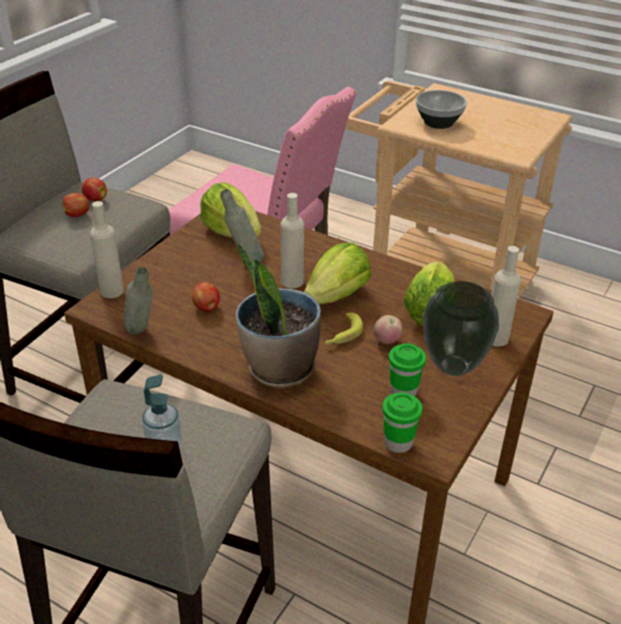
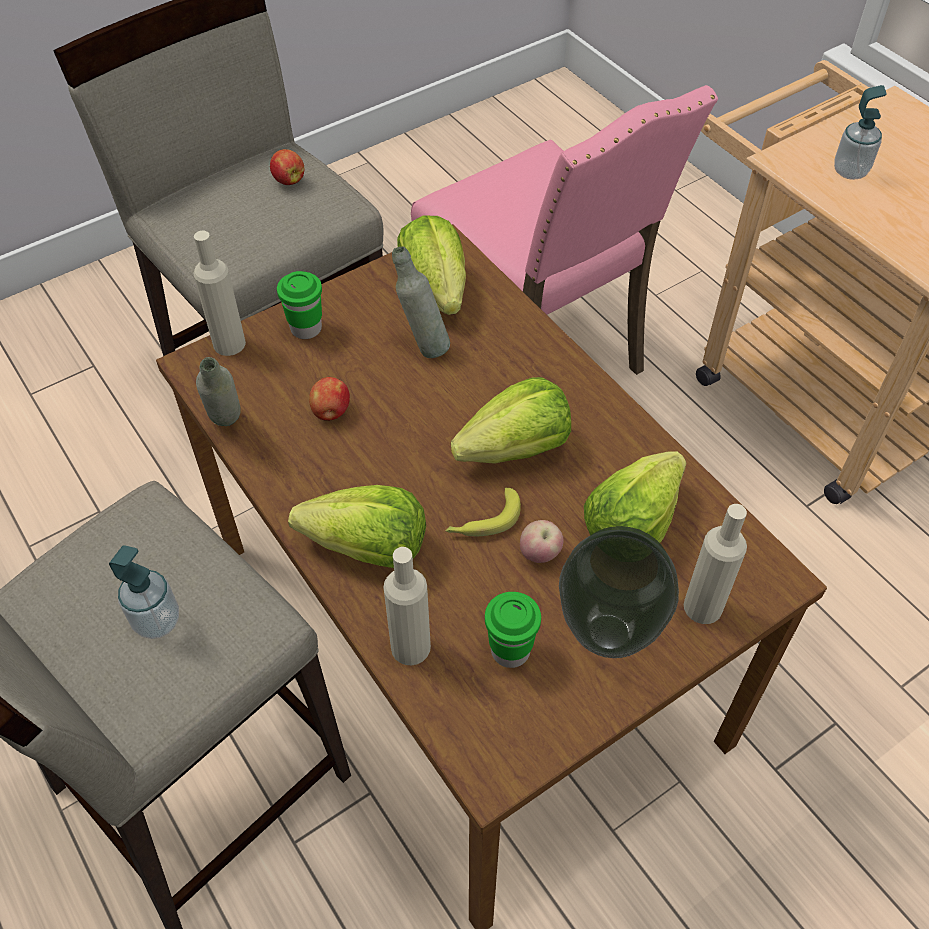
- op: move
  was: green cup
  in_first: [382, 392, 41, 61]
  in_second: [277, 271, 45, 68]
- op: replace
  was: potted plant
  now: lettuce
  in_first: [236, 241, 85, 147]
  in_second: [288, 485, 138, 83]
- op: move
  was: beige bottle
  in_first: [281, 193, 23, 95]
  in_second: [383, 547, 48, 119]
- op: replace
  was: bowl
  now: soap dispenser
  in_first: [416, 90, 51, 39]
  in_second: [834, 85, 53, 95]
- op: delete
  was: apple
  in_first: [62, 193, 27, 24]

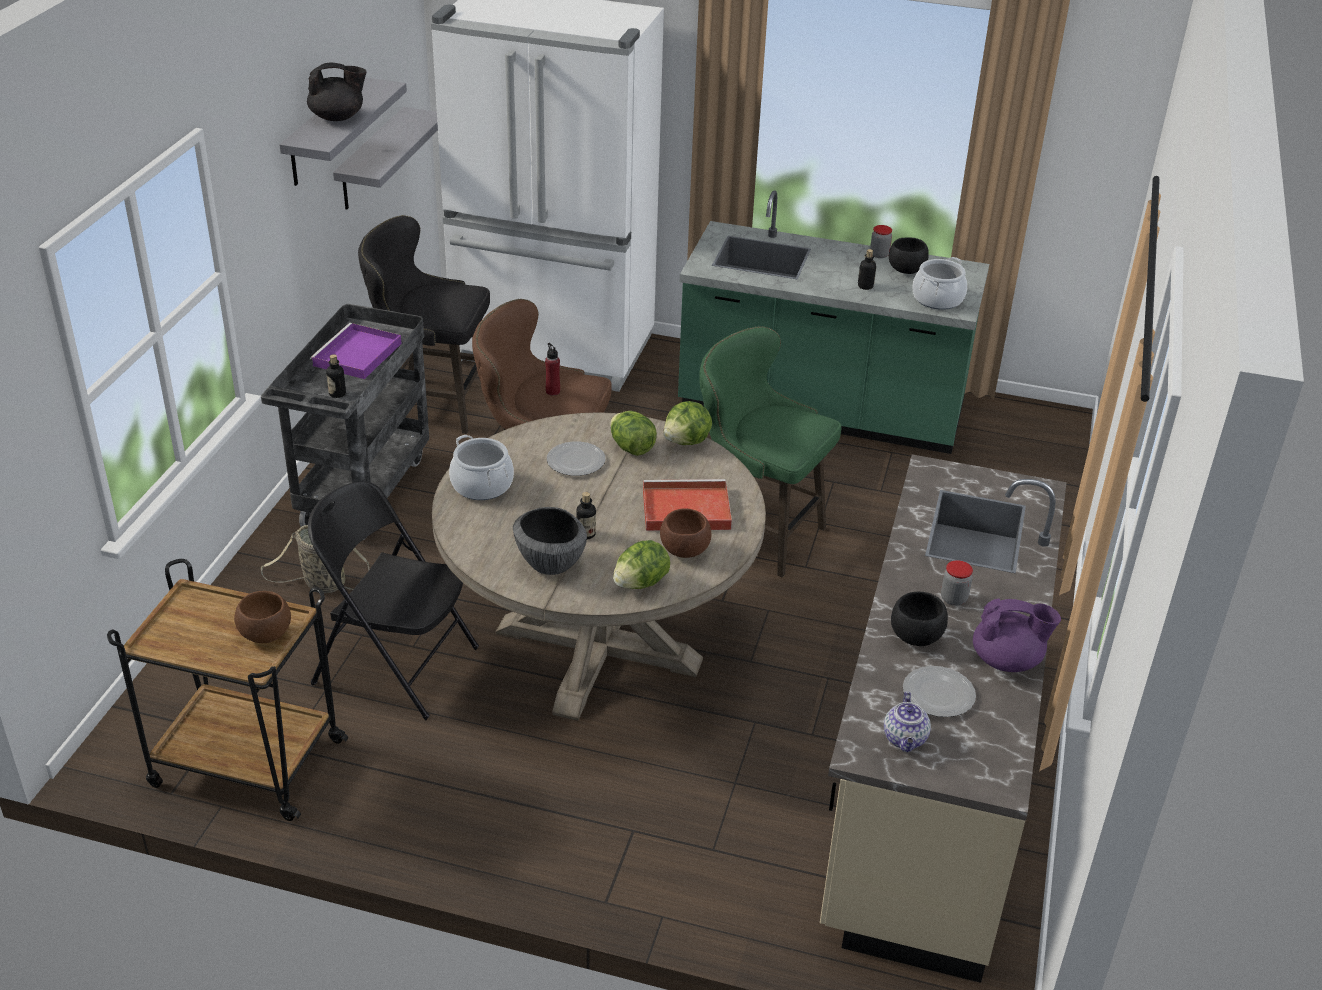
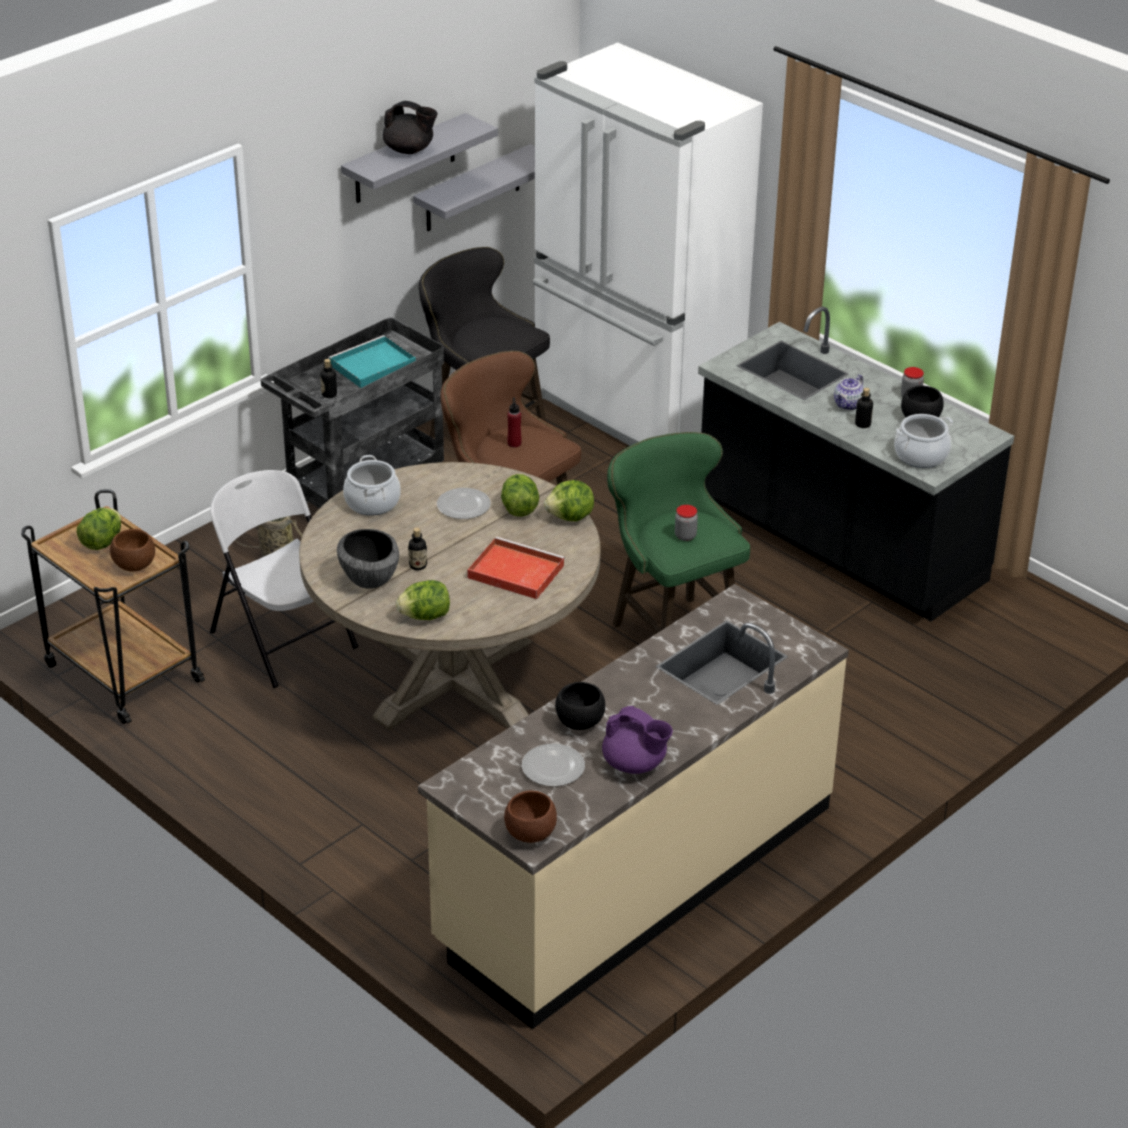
- op: insert
  now: lettuce
  in_second: [77, 508, 44, 42]
- op: recolor
  was: black chair
  now: white chair
  in_first: [308, 482, 171, 238]
  in_second: [210, 470, 149, 218]
- op: recolor
  was: purple tray
  now: turquoise tray
  in_first: [310, 323, 92, 56]
  in_second: [328, 335, 88, 53]
- op: move
  was: brown bowl
  in_first: [660, 508, 51, 50]
  in_second: [504, 790, 53, 53]
- op: move
  was: jar
  in_first: [941, 560, 32, 46]
  in_second: [675, 505, 23, 36]
- op: recolor
  was: green counter
  now: black counter
  in_first: [678, 191, 311, 263]
  in_second: [698, 306, 316, 315]
- op: move
  was: teapot
  in_first: [884, 692, 47, 60]
  in_second: [834, 375, 30, 35]

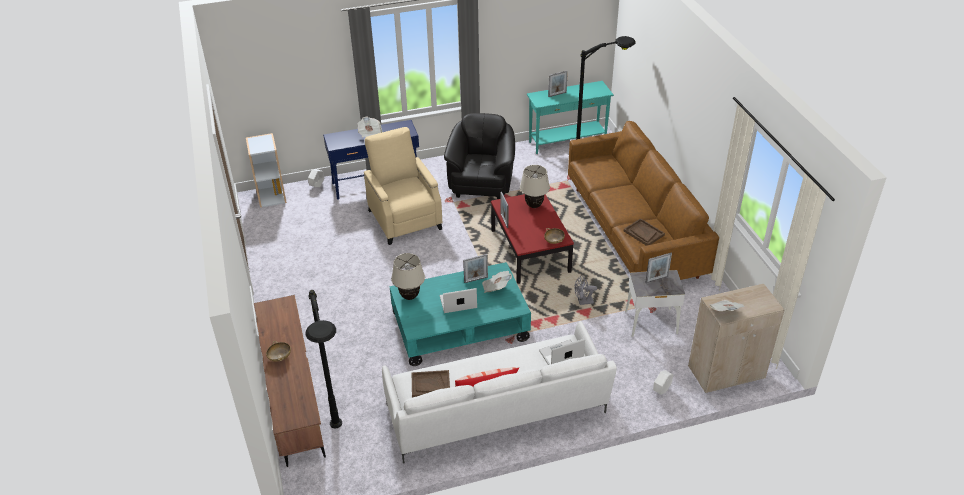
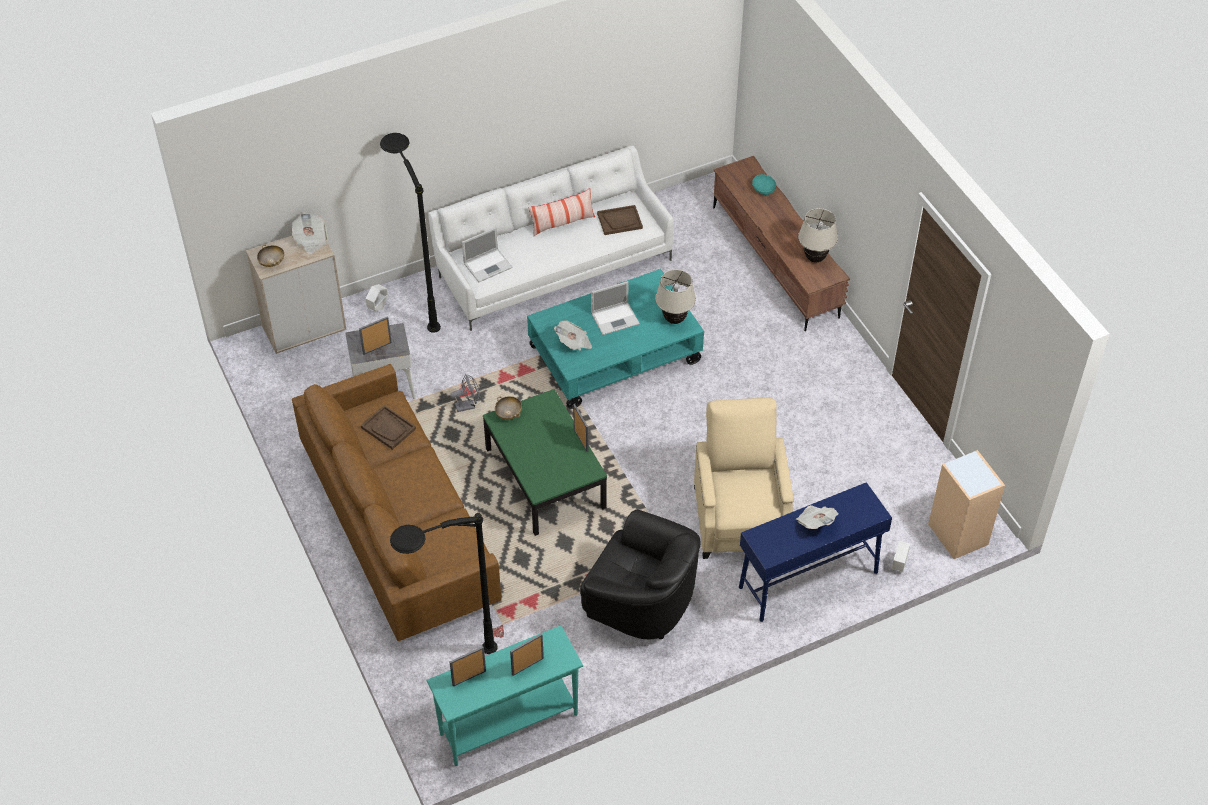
- op: move
  was: beige bowl
  in_first: [266, 341, 25, 21]
  in_second: [257, 245, 27, 22]
- op: move
  was: black floor lamp
  in_first: [305, 290, 37, 138]
  in_second: [380, 133, 61, 200]
- op: move
  was: picture frame
  in_first: [463, 254, 25, 29]
  in_second: [449, 646, 37, 41]
- op: recolor
  was: red coffee table
  now: green coffee table
  in_first: [491, 194, 83, 90]
  in_second: [483, 389, 124, 147]
- op: rotate
  was: black armchair
  in_first: [444, 113, 71, 86]
  in_second: [580, 510, 120, 130]
  clockwise: -60
- op: rotate
  was: beige armchair
  in_first: [364, 127, 78, 118]
  in_second: [694, 398, 99, 161]
  clockwise: -150
- op: insert
  now: turquoise bowl
  in_second: [752, 174, 24, 21]
- op: move
  was: beige table lamp
  in_first: [520, 165, 30, 43]
  in_second: [798, 208, 40, 55]

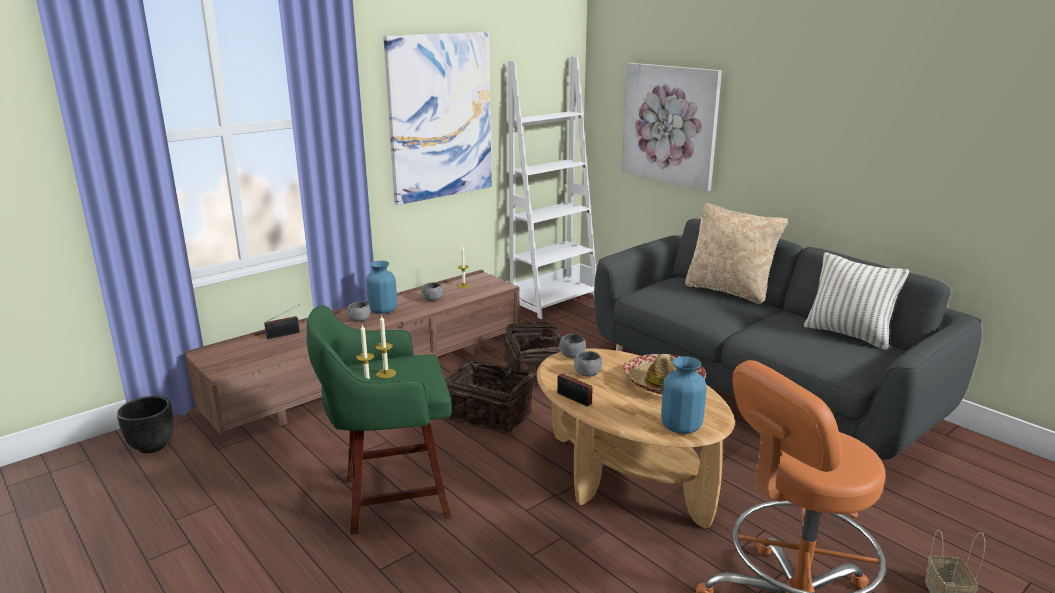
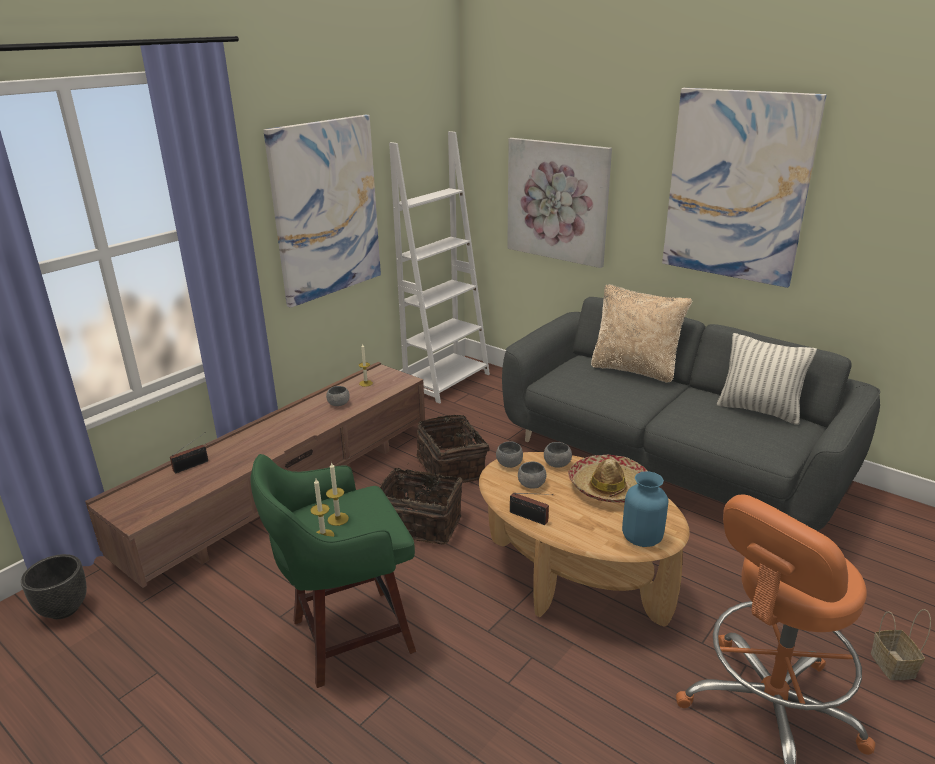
- op: move
  was: grey bowl
  in_first: [347, 302, 24, 20]
  in_second: [544, 442, 28, 26]
- op: insert
  now: picture
  in_second: [662, 88, 165, 200]
- op: delete
  was: blue vase
  in_first: [366, 261, 31, 53]

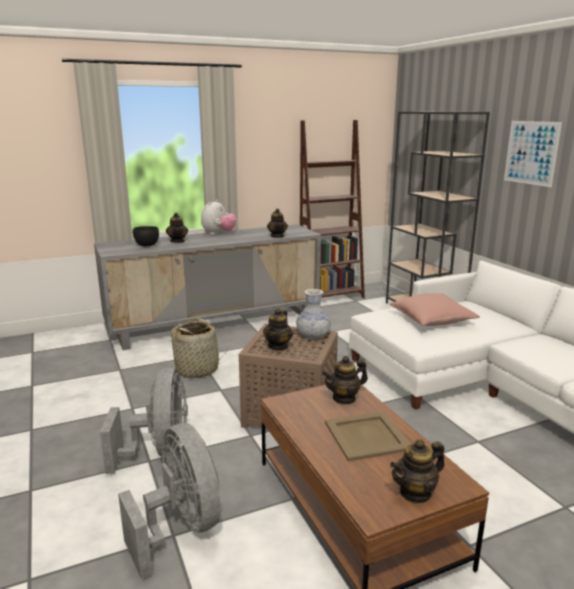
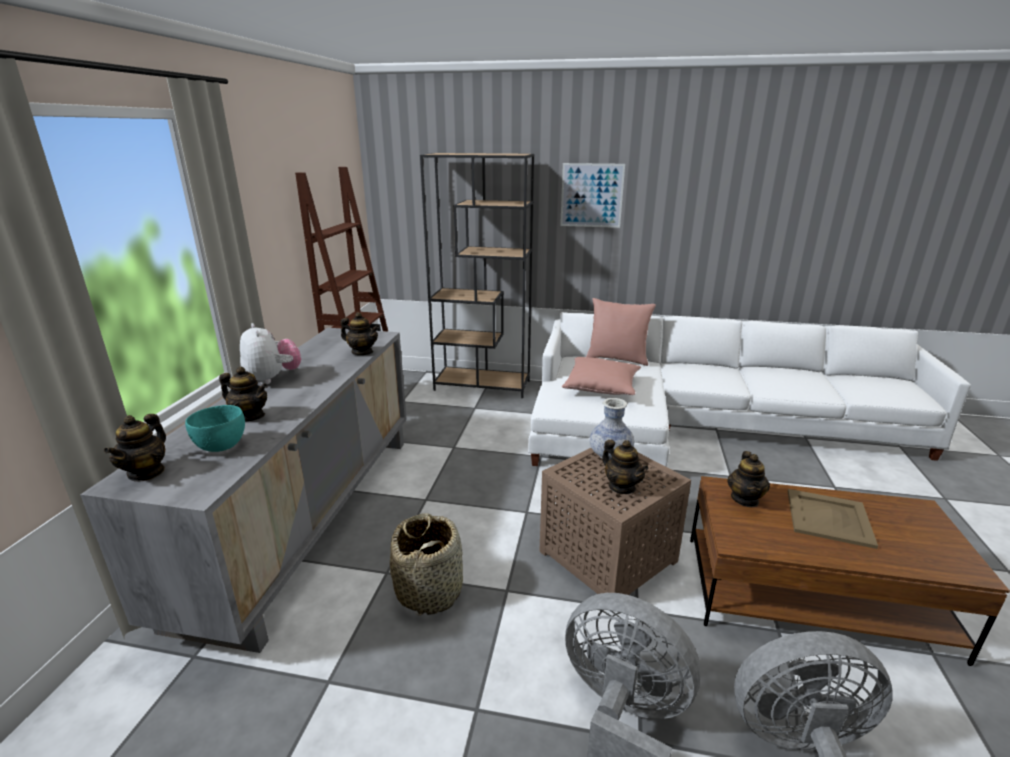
- op: move
  was: teapot
  in_first: [390, 439, 54, 65]
  in_second: [104, 414, 62, 68]
- op: recolor
  was: black bowl
  now: turquoise bowl
  in_first: [133, 226, 26, 20]
  in_second: [185, 405, 60, 47]
- op: insert
  now: pink pillow
  in_second: [586, 298, 70, 68]

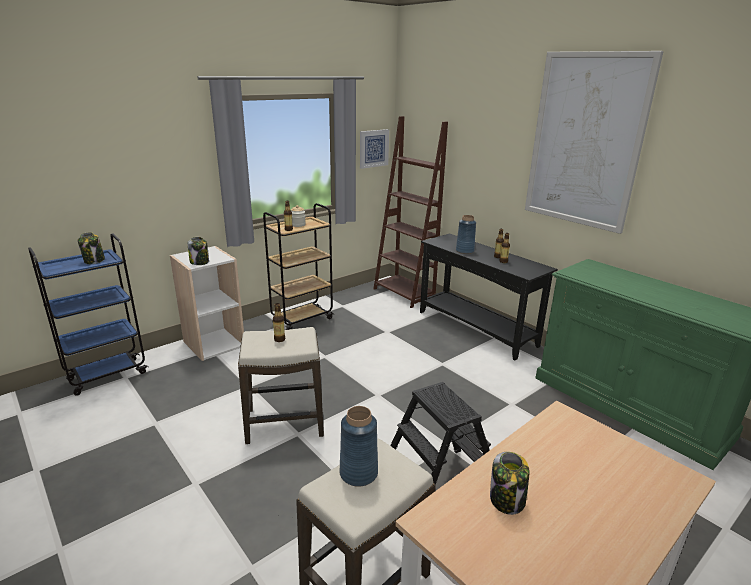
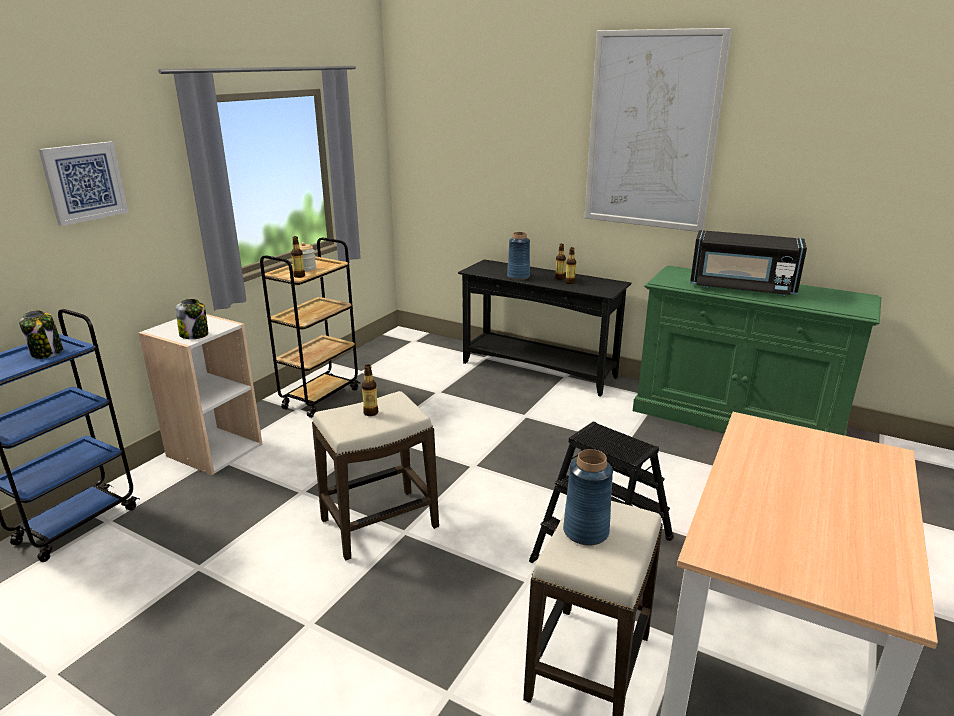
- op: move
  was: picture
  in_first: [360, 129, 29, 40]
  in_second: [39, 141, 89, 85]
- op: insert
  now: black microwave
  in_second: [690, 230, 117, 66]
- op: delete
  was: brown bookcase
  in_first: [374, 116, 74, 192]
- op: delete
  was: jar
  in_first: [490, 452, 39, 63]

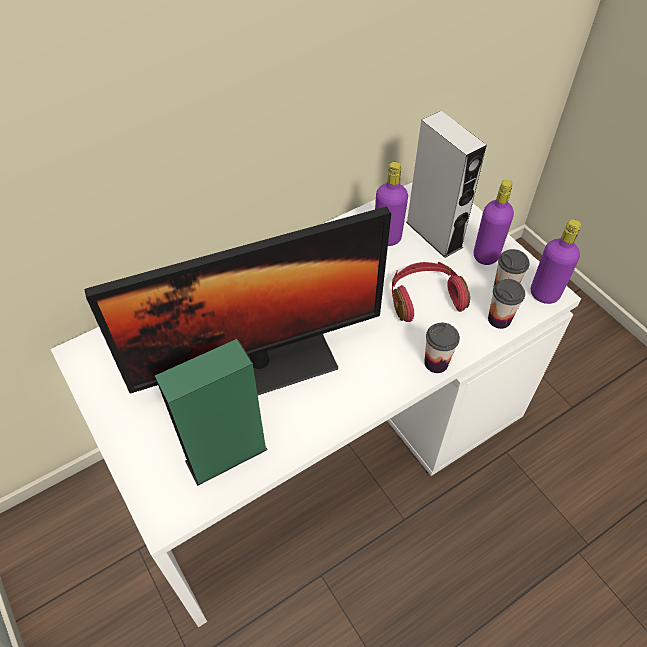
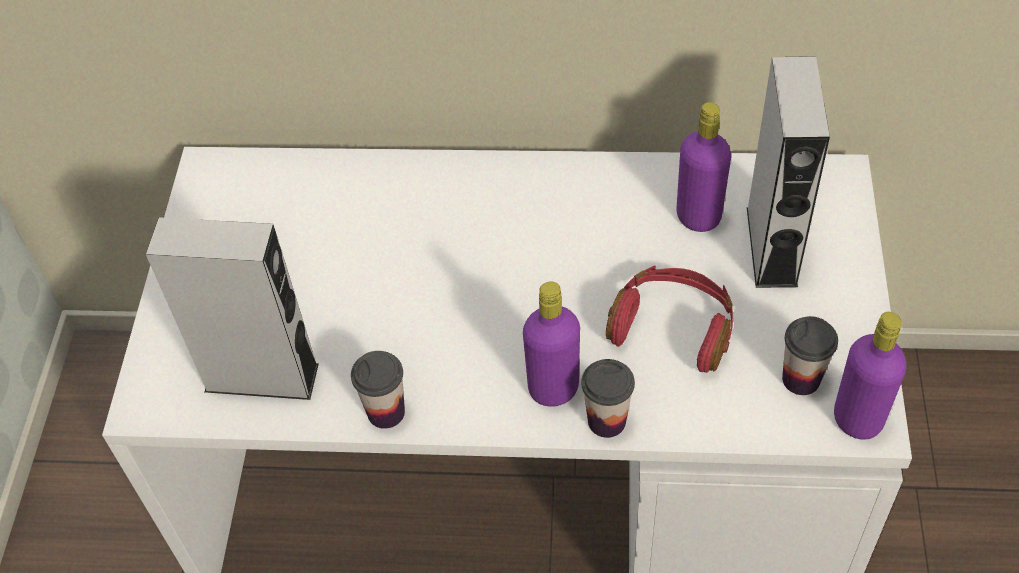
- op: recolor
  was: green speaker
  now: grey speaker
  in_first: [155, 339, 113, 147]
  in_second: [146, 217, 173, 183]
- op: move
  was: cup
  in_first: [488, 279, 37, 50]
  in_second: [351, 351, 54, 78]
- op: move
  was: purple bottle
  in_first: [474, 180, 40, 85]
  in_second: [523, 282, 57, 125]
- op: delete
  was: monitor
  in_first: [85, 207, 306, 188]

